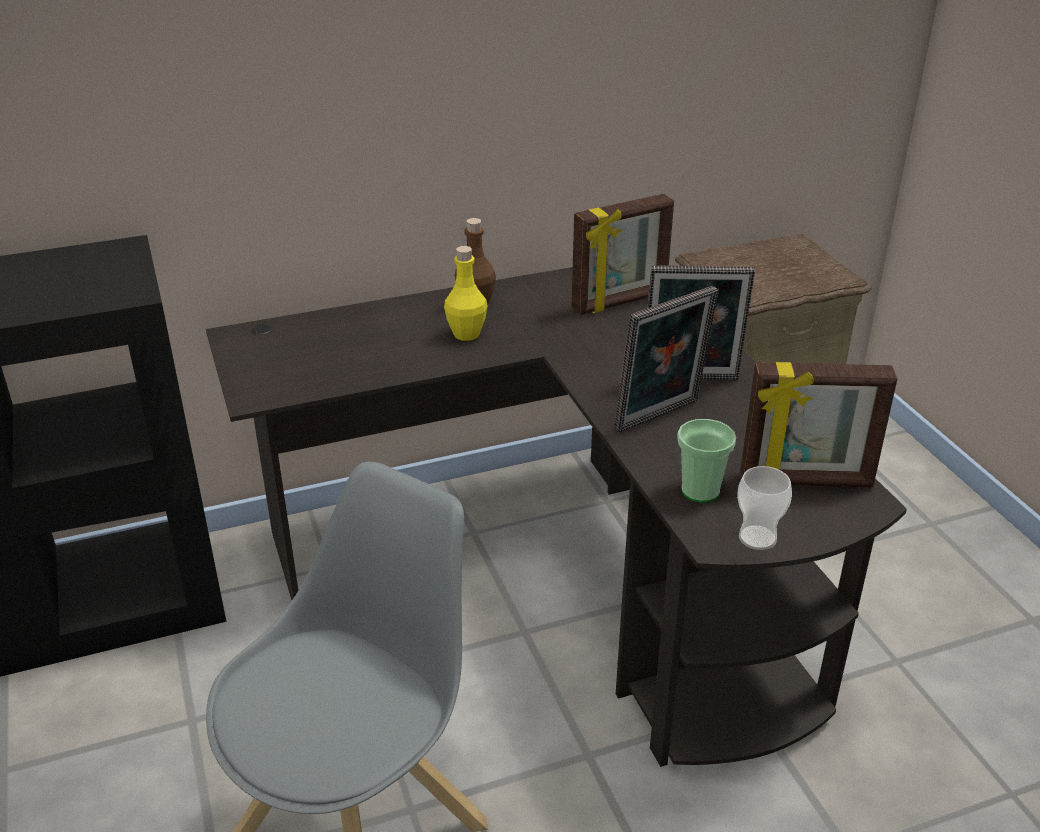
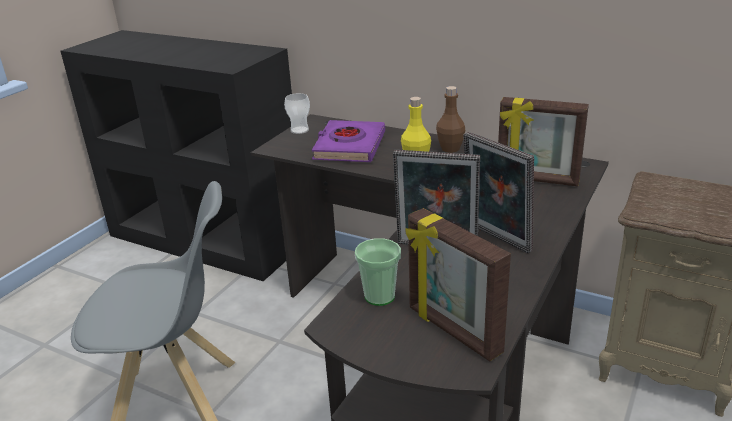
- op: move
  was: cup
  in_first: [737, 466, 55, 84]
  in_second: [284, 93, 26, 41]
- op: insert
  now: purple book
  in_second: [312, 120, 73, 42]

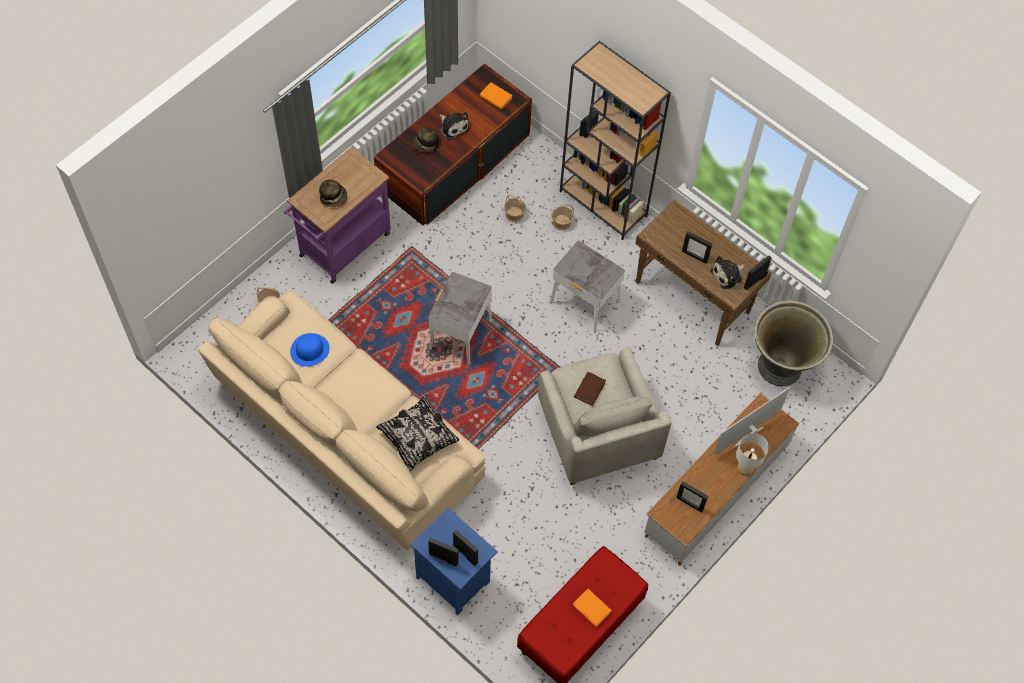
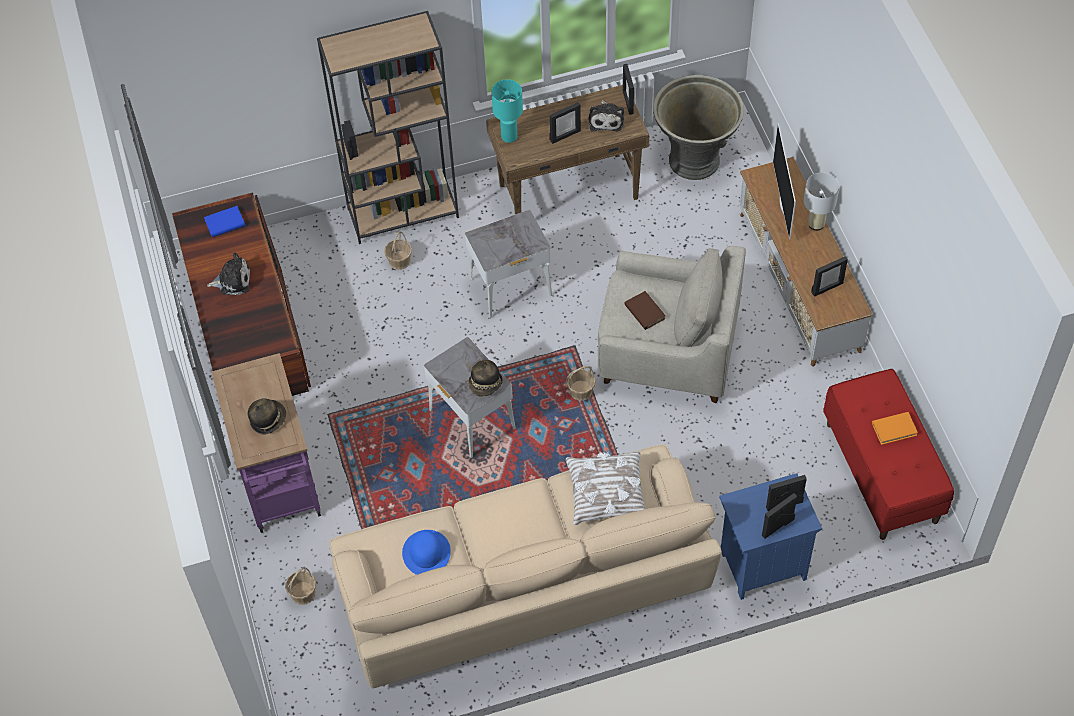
- op: recolor
  was: orange book
  now: blue book
  in_first: [480, 82, 33, 28]
  in_second: [204, 206, 41, 31]
- op: move
  was: hat
  in_first: [412, 127, 27, 25]
  in_second: [468, 360, 35, 37]
- op: insert
  now: turquoise table lamp
  in_second: [491, 79, 32, 64]
- op: move
  was: basket
  in_first: [504, 194, 22, 28]
  in_second: [566, 366, 30, 35]
- op: recolor
  was: black pillow
  now: white pillow
  in_first: [376, 396, 83, 75]
  in_second: [566, 451, 80, 74]

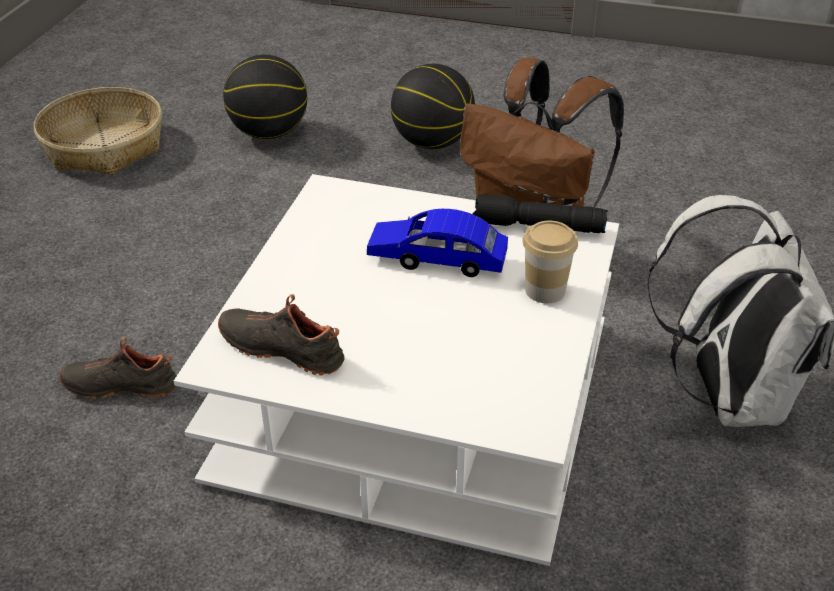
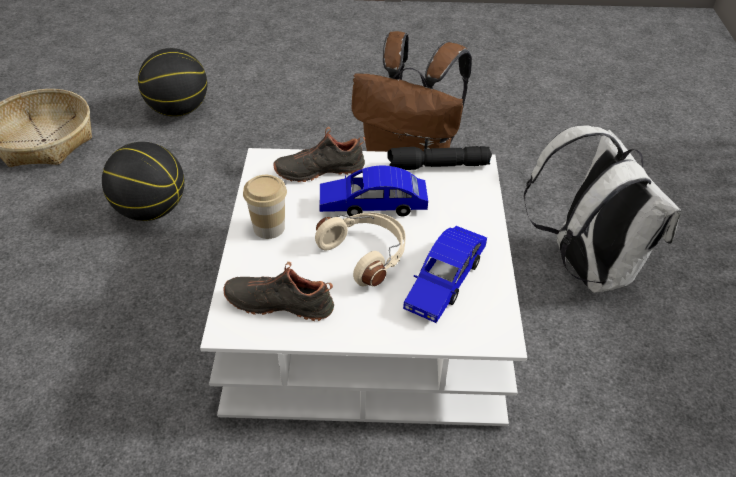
- op: move
  was: basketball
  in_first: [391, 64, 84, 85]
  in_second: [102, 142, 83, 79]
- op: move
  was: cup
  in_first: [522, 221, 56, 82]
  in_second: [243, 175, 44, 64]
- op: move
  was: black shoe
  in_first: [59, 337, 117, 62]
  in_second: [274, 127, 91, 55]
- op: insert
  now: beige headphones
  in_second: [315, 212, 91, 75]
- op: insert
  now: blue toy car
  in_second: [403, 226, 84, 97]

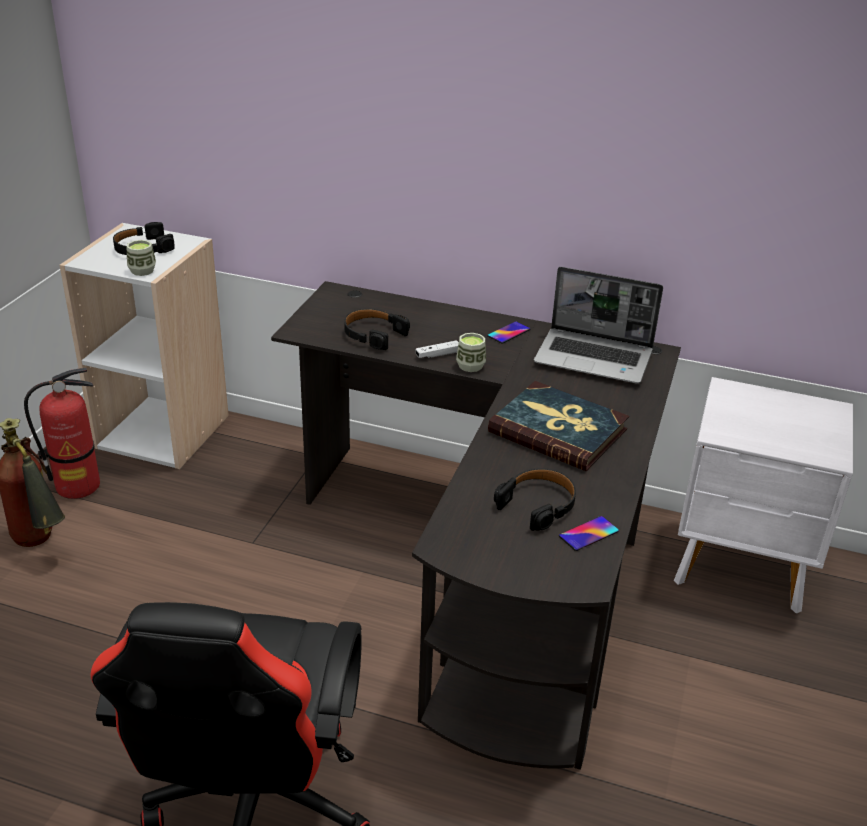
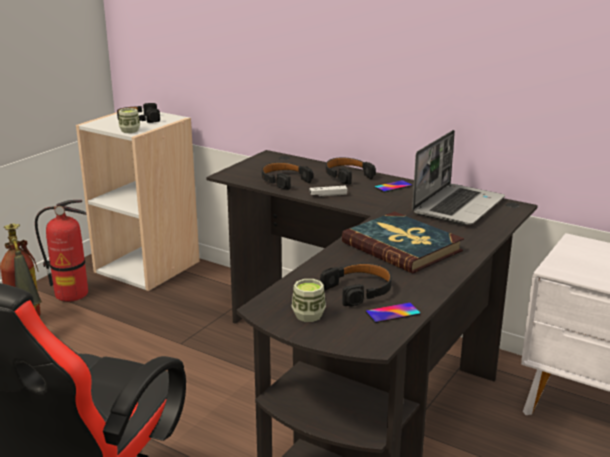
- op: move
  was: cup
  in_first: [456, 333, 30, 39]
  in_second: [292, 279, 34, 43]
- op: insert
  now: black headphones
  in_second: [326, 157, 50, 28]
- op: rotate
  was: laptop
  in_first: [534, 267, 129, 117]
  in_second: [412, 130, 93, 95]
  clockwise: -90

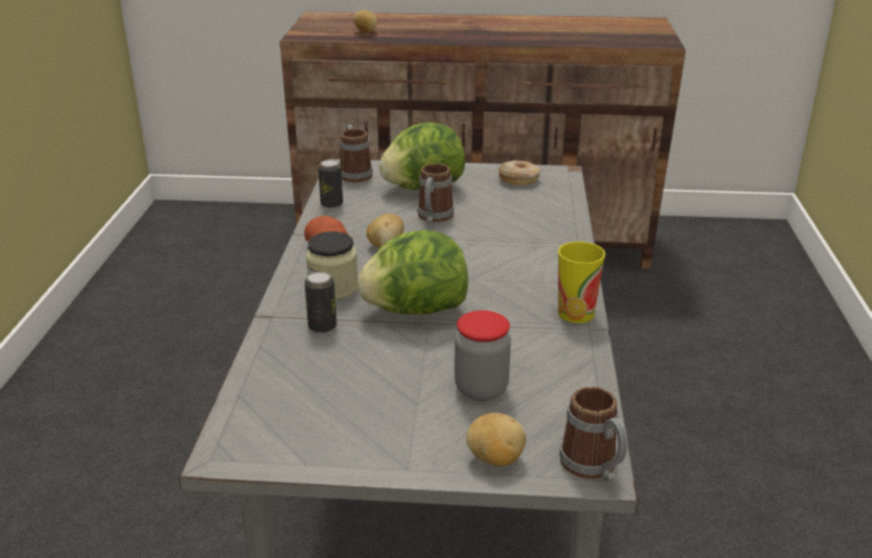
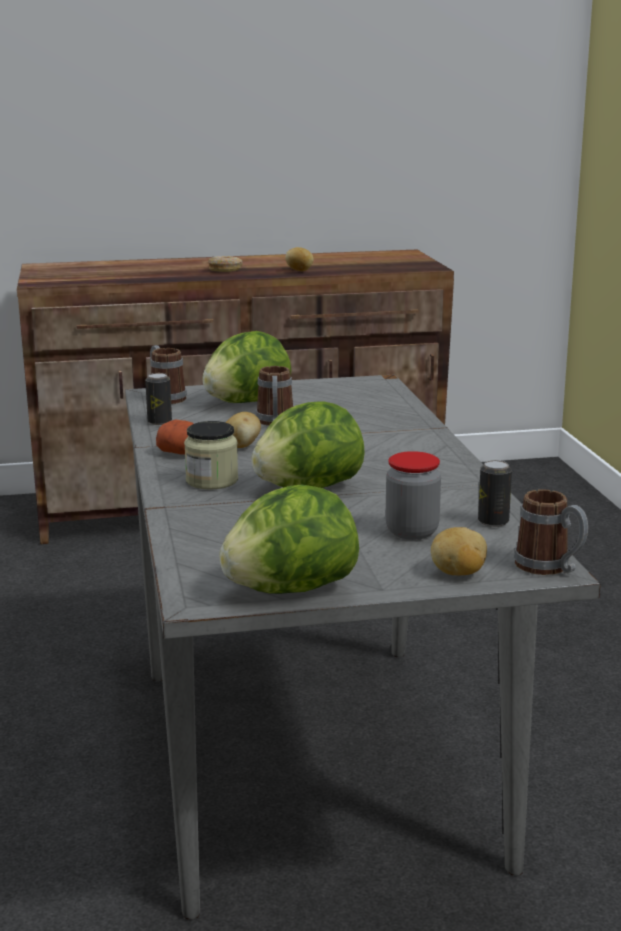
- op: move
  was: donut
  in_first: [498, 161, 43, 24]
  in_second: [208, 256, 34, 16]
- op: insert
  now: lettuce
  in_second: [219, 484, 140, 110]
- op: move
  was: potato
  in_first: [353, 10, 24, 23]
  in_second: [285, 247, 29, 24]
- op: move
  was: can
  in_first: [305, 272, 32, 61]
  in_second: [478, 460, 34, 67]
- op: delete
  was: cup
  in_first: [558, 242, 47, 81]

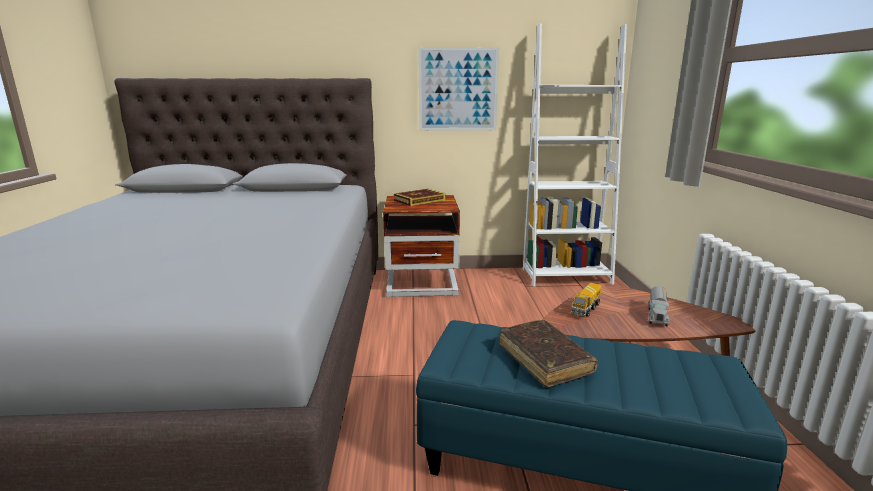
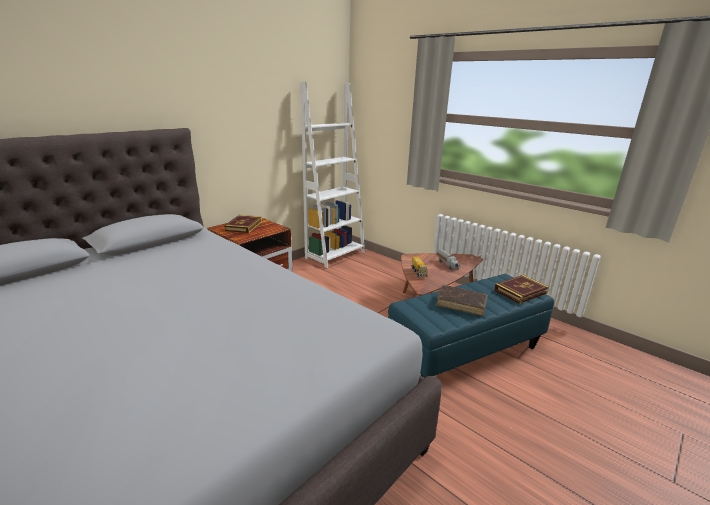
- op: insert
  now: book
  in_second: [494, 275, 55, 29]
- op: delete
  was: picture
  in_first: [418, 47, 81, 84]

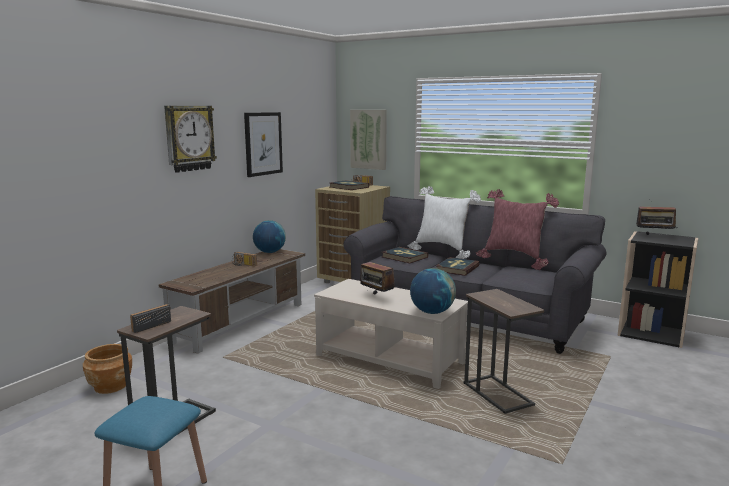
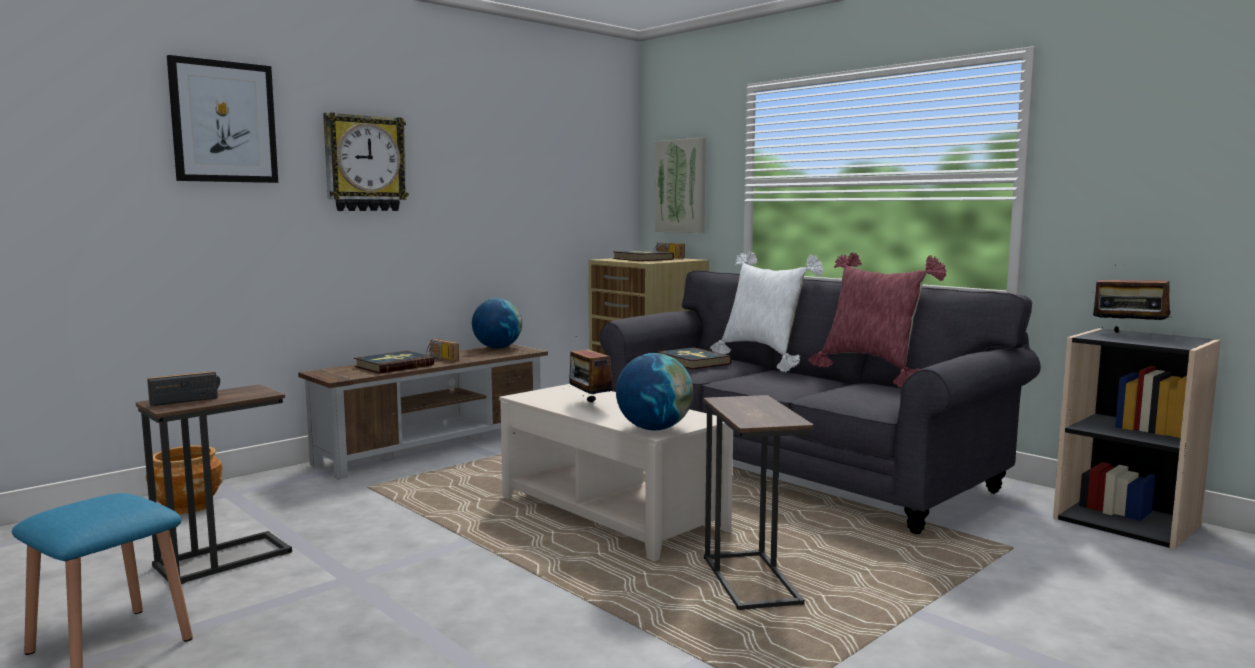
- op: move
  was: picture
  in_first: [244, 112, 39, 65]
  in_second: [167, 55, 111, 128]
- op: move
  was: book
  in_first: [436, 257, 43, 19]
  in_second: [354, 351, 80, 22]

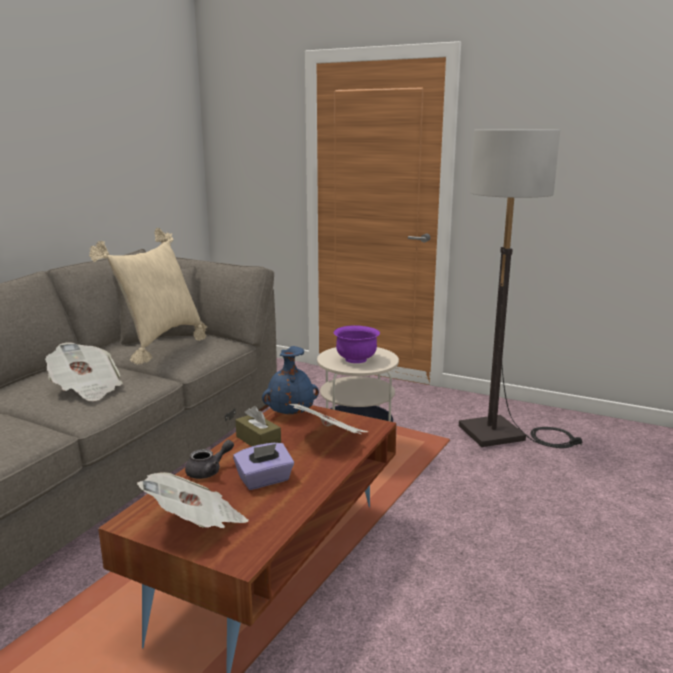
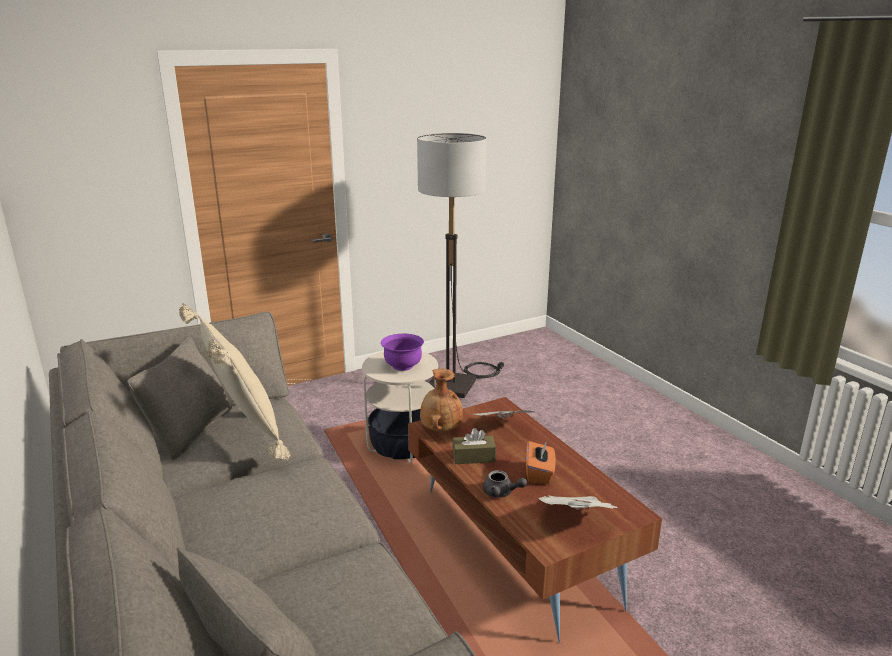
- op: recolor
  was: blue vase
  now: brown vase
  in_first: [262, 346, 57, 68]
  in_second: [420, 369, 43, 62]
- op: rotate
  was: grey teapot
  in_first: [185, 440, 49, 39]
  in_second: [483, 470, 44, 28]
  clockwise: 120
- op: recolor
  was: purple tissue box
  now: orange tissue box
  in_first: [233, 443, 61, 47]
  in_second: [526, 441, 29, 43]
- op: delete
  was: newspaper
  in_first: [45, 342, 77, 59]

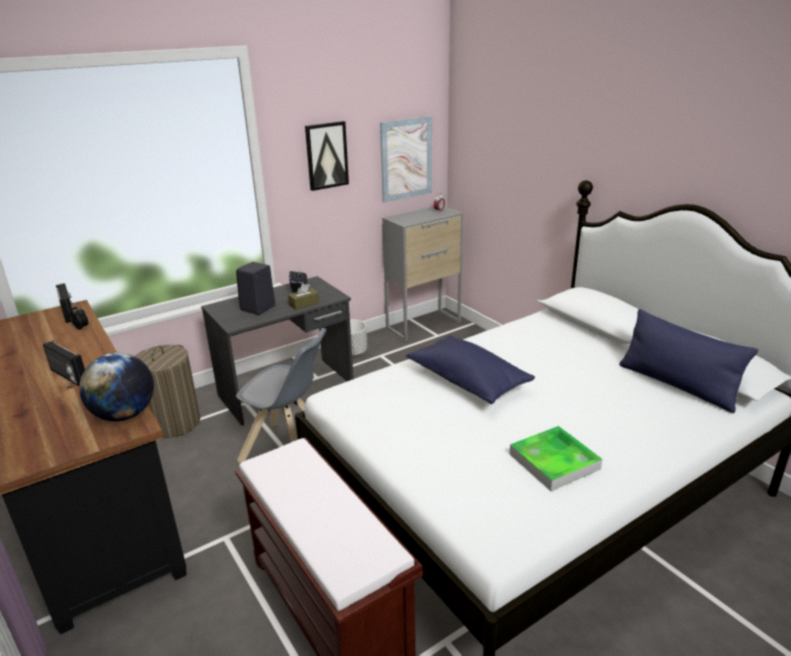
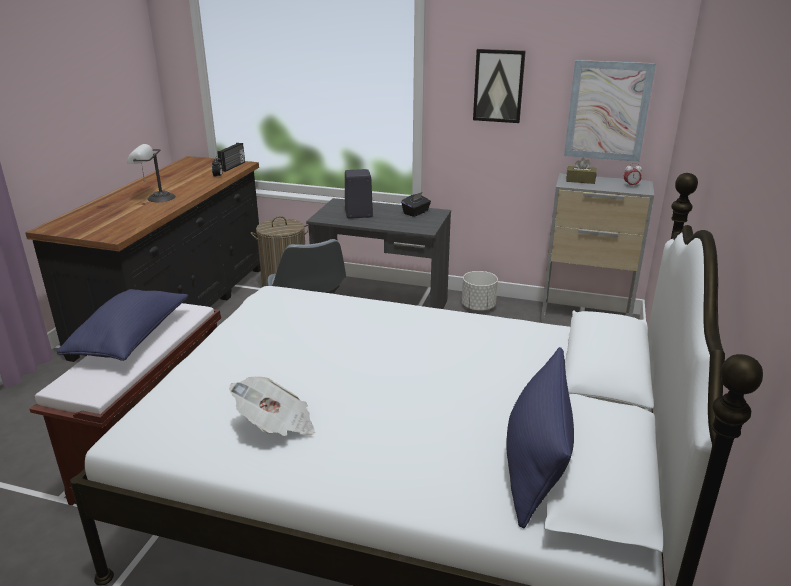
- op: move
  was: blue pillow
  in_first: [406, 335, 129, 69]
  in_second: [56, 289, 133, 72]
- op: replace
  was: radio
  now: table lamp
  in_first: [43, 341, 42, 45]
  in_second: [127, 144, 49, 58]
- op: replace
  was: tray
  now: newspaper
  in_first: [509, 426, 94, 65]
  in_second: [229, 377, 86, 59]
- op: move
  was: brown tissue box
  in_first: [288, 283, 31, 27]
  in_second: [566, 157, 31, 27]
- op: delete
  was: globe
  in_first: [79, 353, 75, 68]

